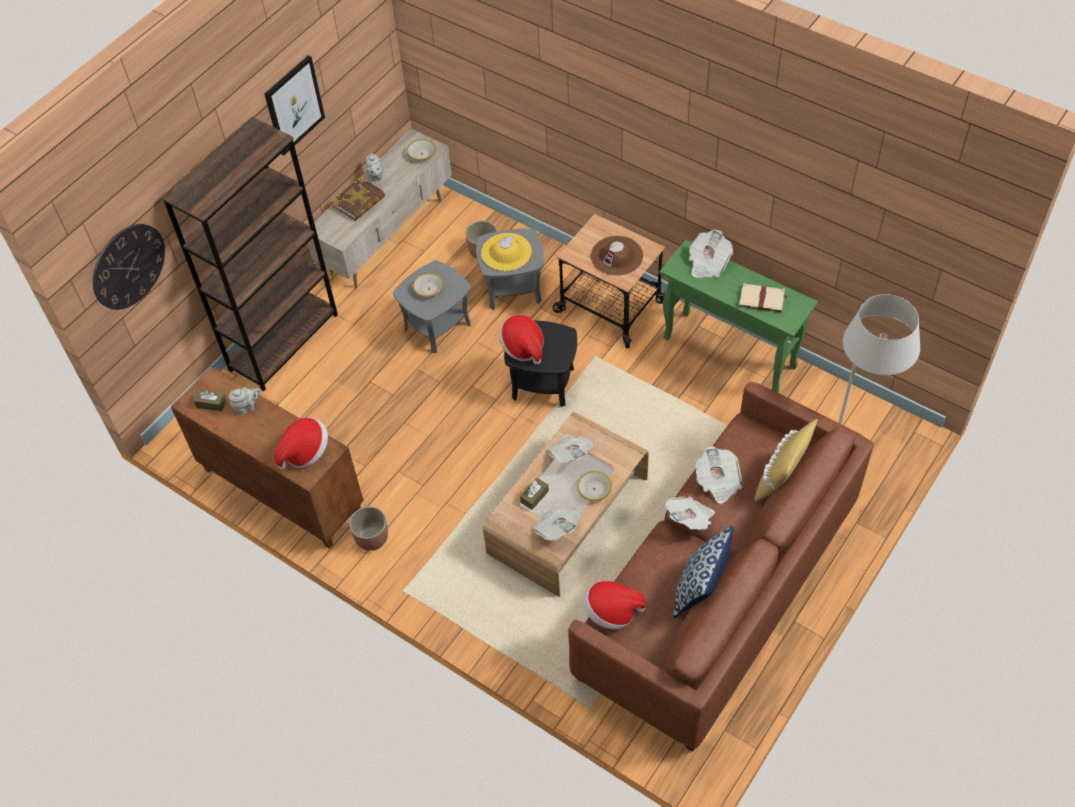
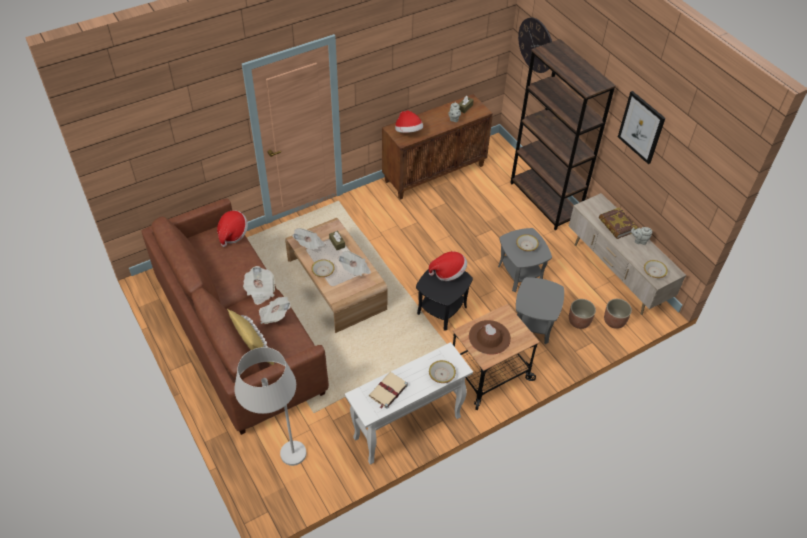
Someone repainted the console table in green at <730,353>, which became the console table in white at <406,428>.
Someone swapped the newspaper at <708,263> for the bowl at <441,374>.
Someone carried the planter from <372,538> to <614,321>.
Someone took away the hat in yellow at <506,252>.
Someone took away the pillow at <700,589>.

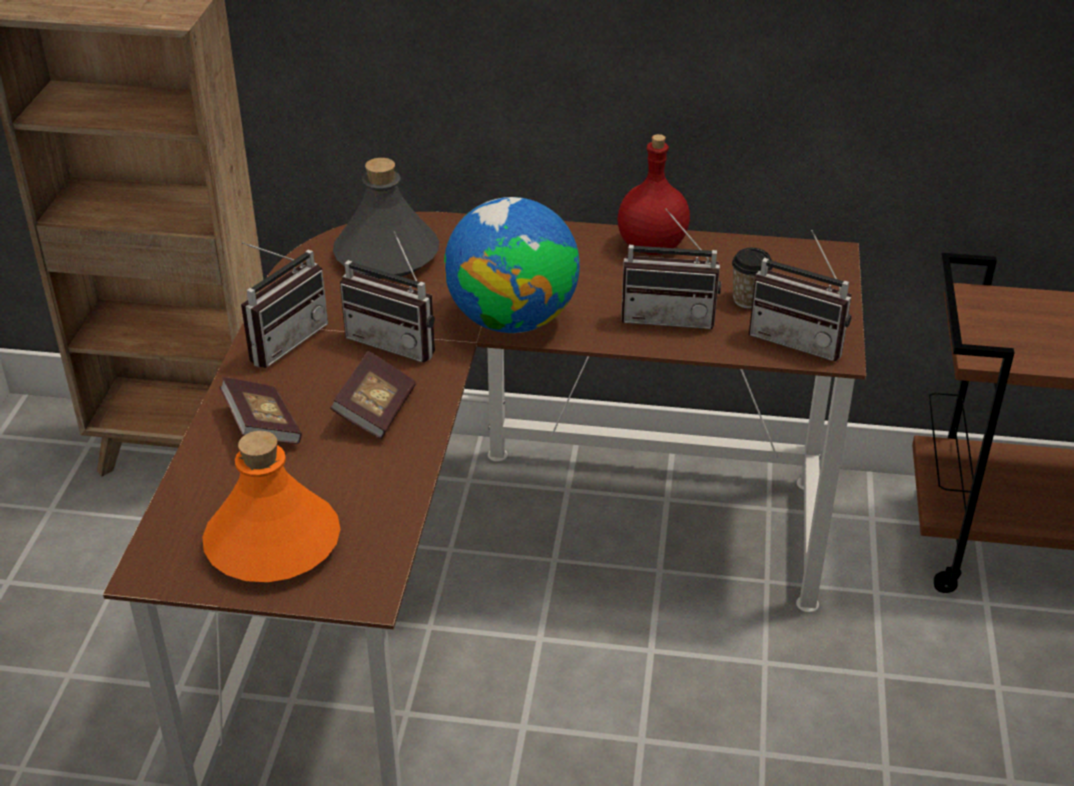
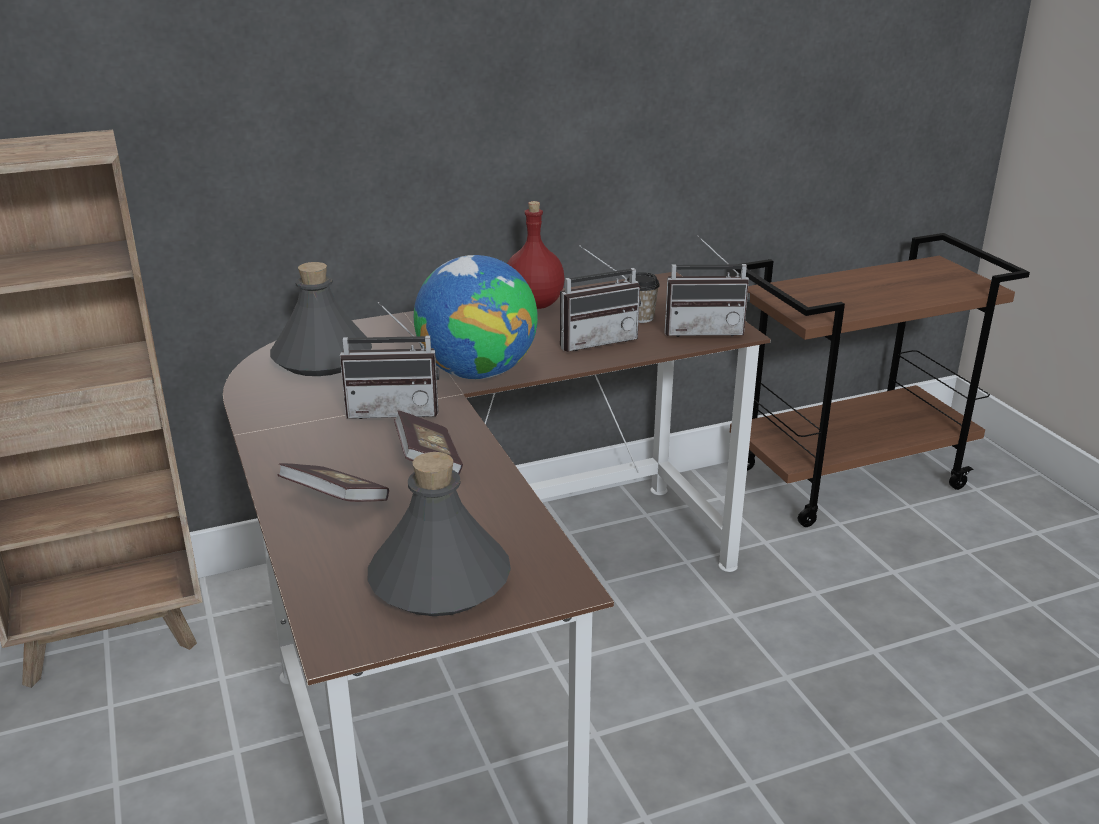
Someone repainted the bottle in orange at <272,544>, which became the bottle in grey at <439,581>.
Someone took away the radio at <282,339>.

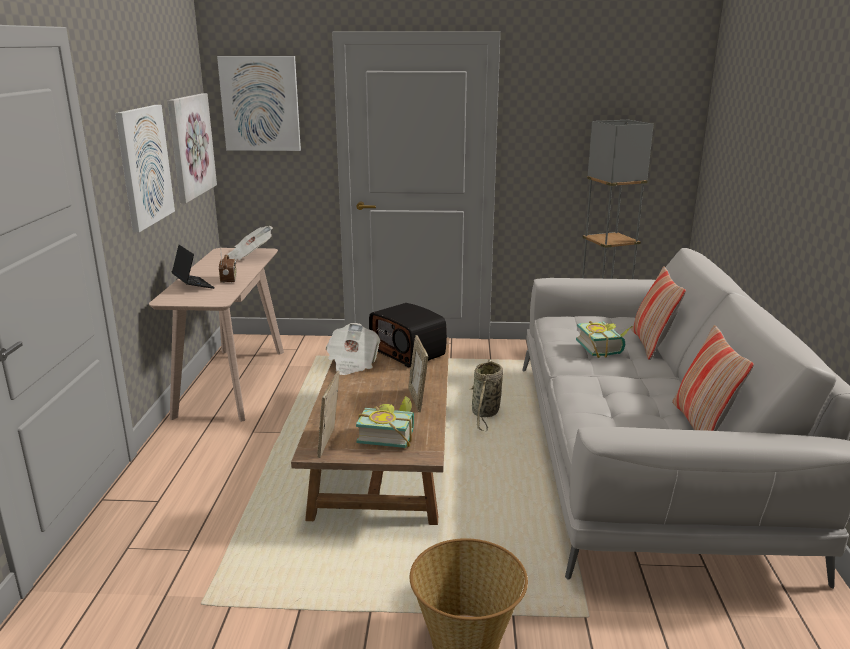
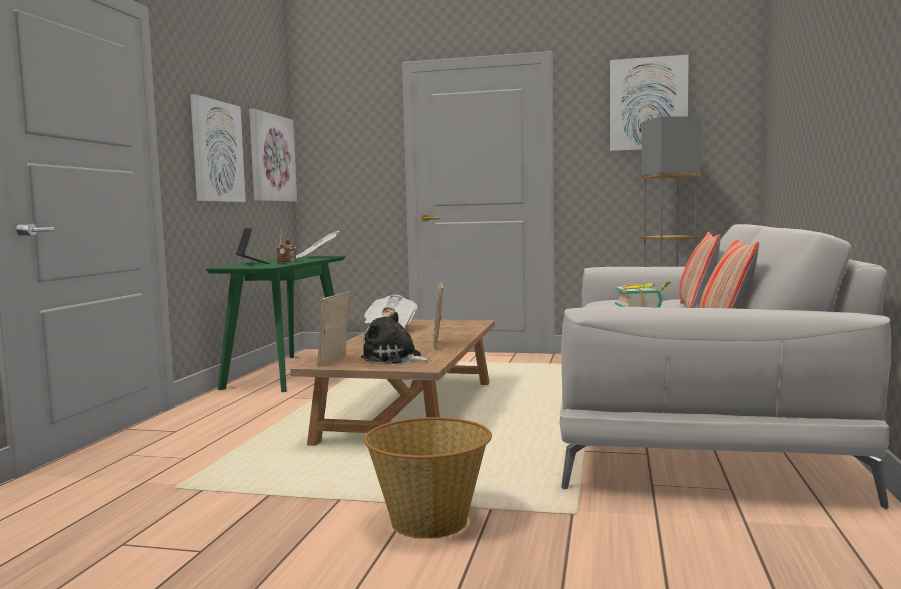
Someone repainted the console table in beige at <231,382>, which became the console table in green at <287,372>.
Someone swapped the book at <387,435> for the plush toy at <394,358>.
Someone carried the picture from <260,104> to <648,104>.
Someone took away the radio at <409,352>.
Someone took away the basket at <485,413>.

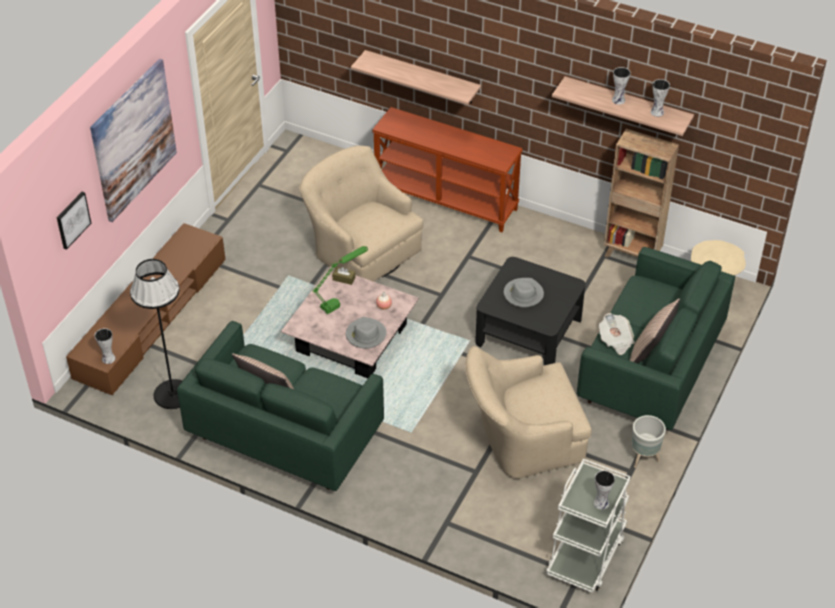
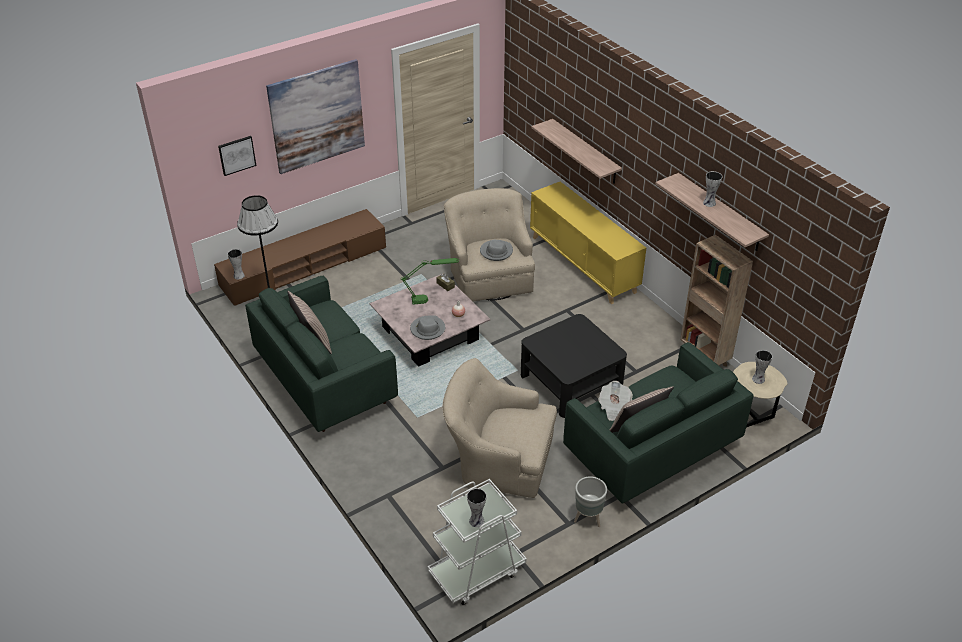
Someone carried the hat in grey from <523,294> to <496,252>.
Someone swapped the console table in brown at <446,199> for the cabinet in yellow at <583,264>.
Someone carried the vase from <657,112> to <758,379>.

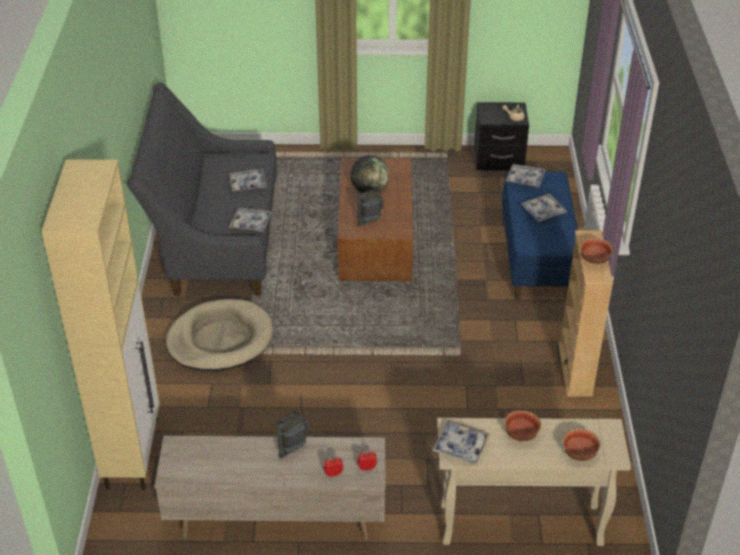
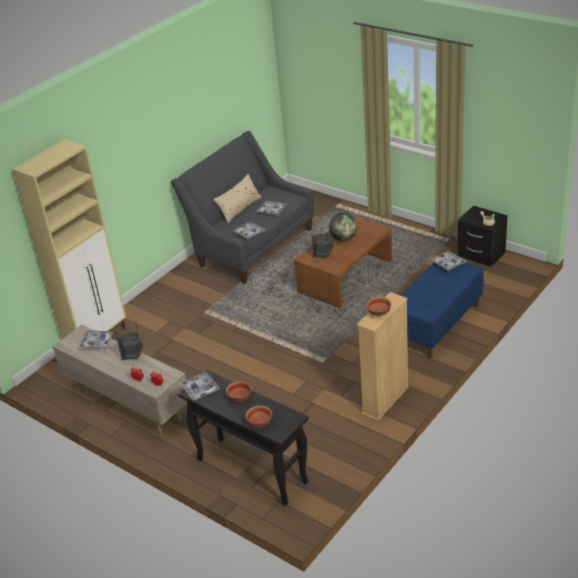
Someone carried the tray from <543,211> to <96,343>.
Someone repainted the console table in beige at <519,525>, which became the console table in black at <250,471>.
Someone put down the pillow in beige at <239,208>.
Someone took away the dog bed in beige at <220,339>.

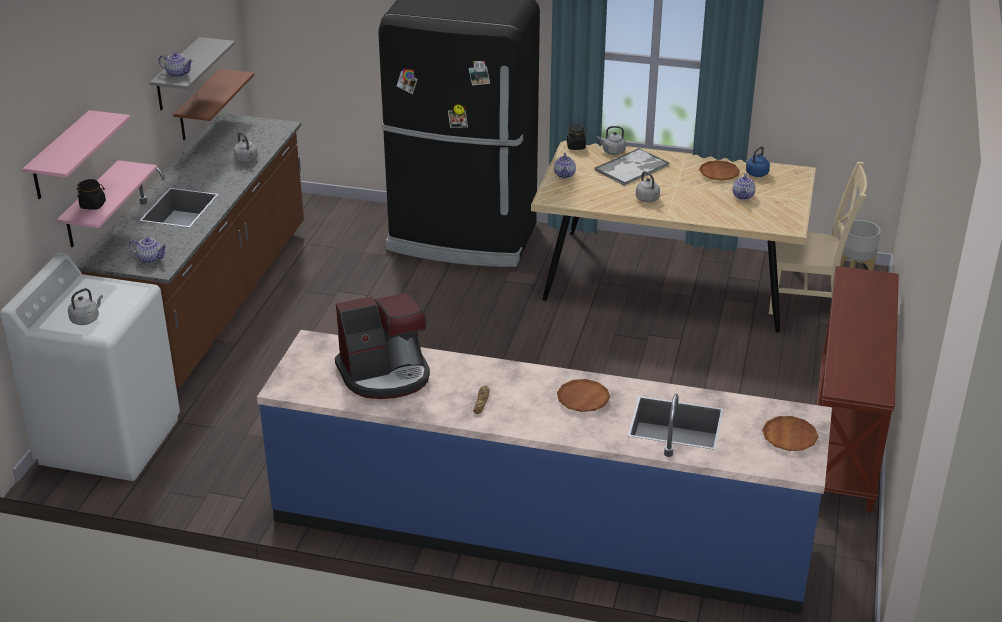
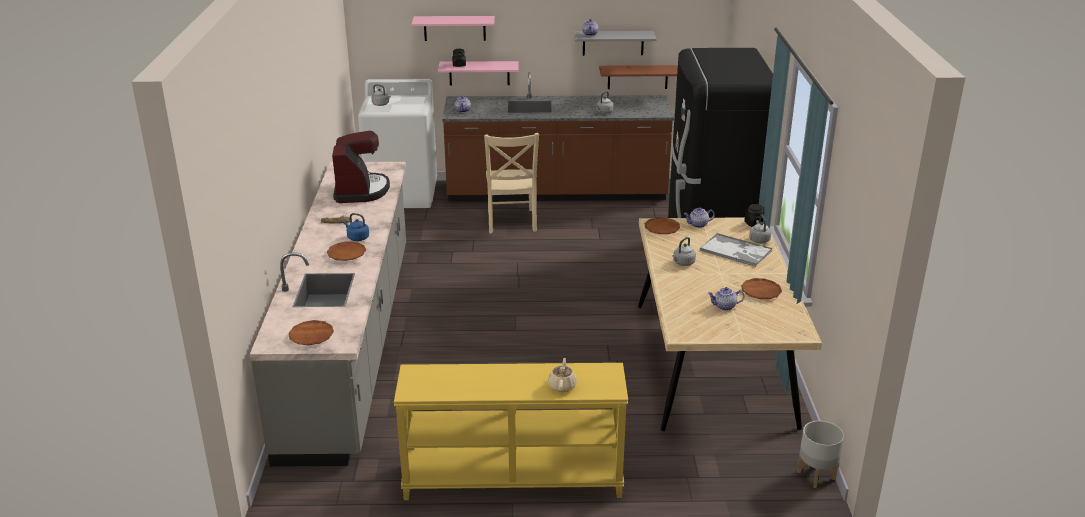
Someone repainted the counter in blue at <540,527>, which became the counter in grey at <351,342>.
Someone rotated the coffee machine at <385,375> by 150 degrees counterclockwise.
Someone carried the kettle in blue from <756,174> to <357,238>.
Someone repainted the console table in brown at <846,434>, which became the console table in yellow at <512,480>.
Someone carried the chair in beige from <807,301> to <511,222>.
Someone put down the teapot in beige at <562,386>.
Someone put down the plate in brown at <662,228>.

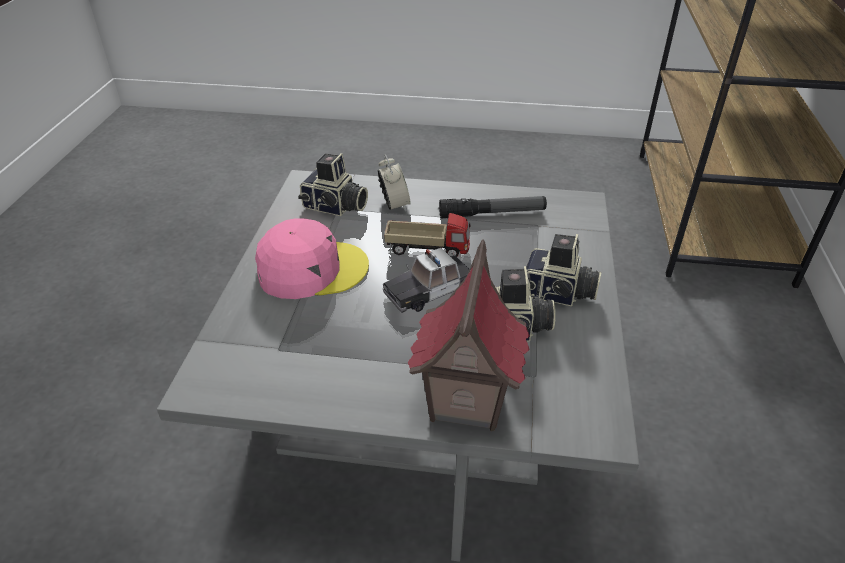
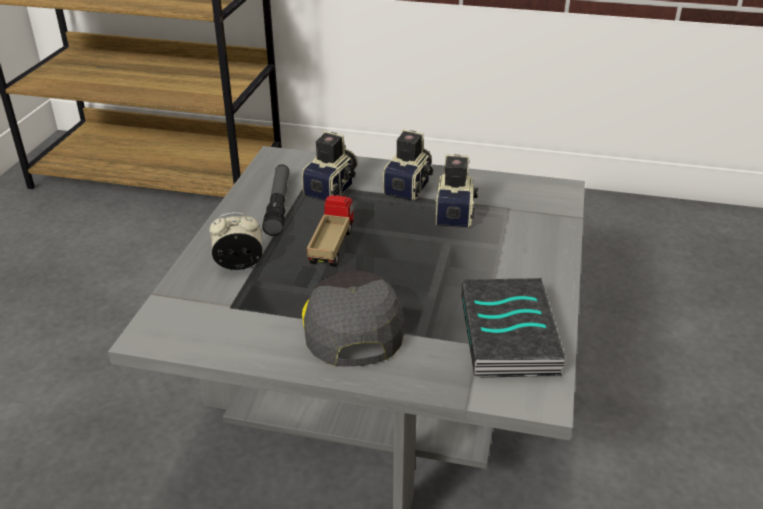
Someone carried the photo camera from <335,207> to <334,188>.
Someone repainted the cap in pink at <311,269>, which became the cap in grey at <351,325>.
Someone put down the book at <511,336>.
Someone took away the toy car at <429,290>.
Someone took away the toy house at <465,401>.

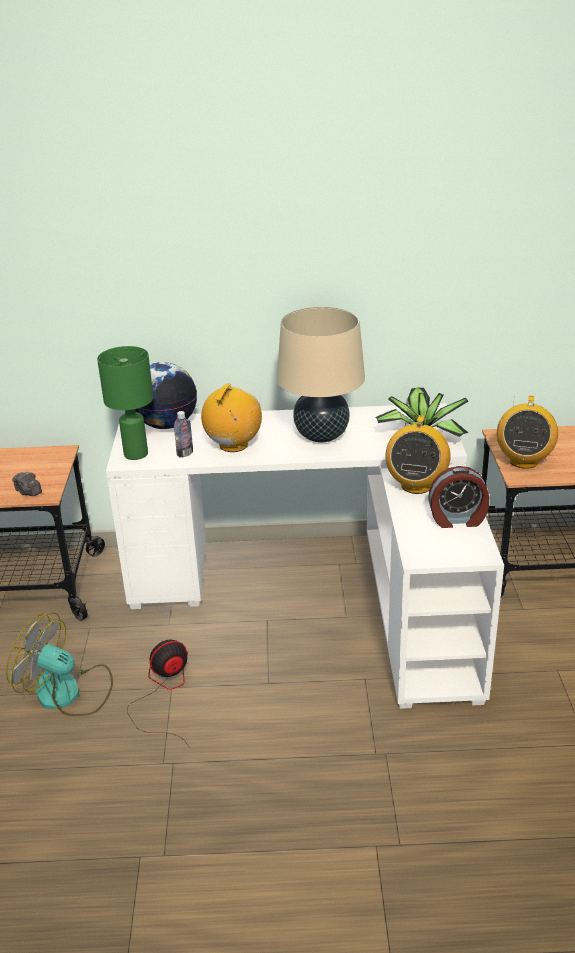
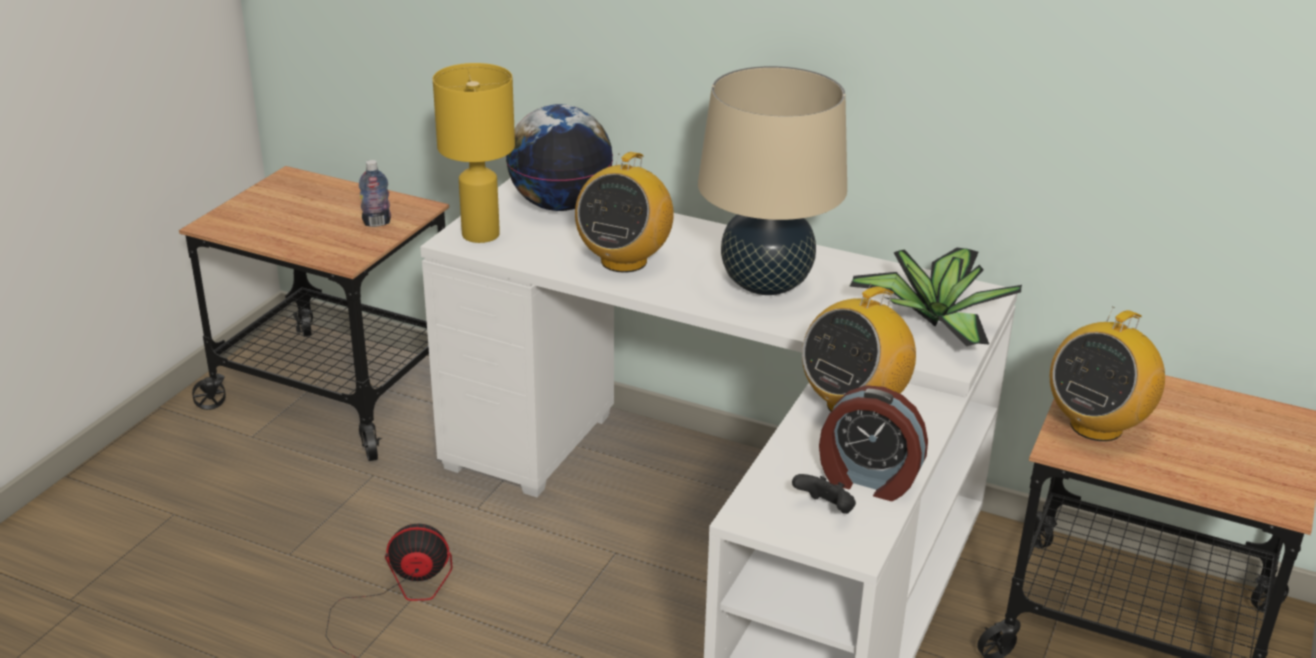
Someone carried the bottle from <185,454> to <377,223>.
Someone repainted the table lamp in green at <136,454>, which became the table lamp in yellow at <481,234>.
Someone rotated the radio at <233,445> by 150 degrees clockwise.
Someone put down the game controller in black at <825,510>.
Someone took away the fan at <68,693>.
Someone took away the photo camera at <28,492>.

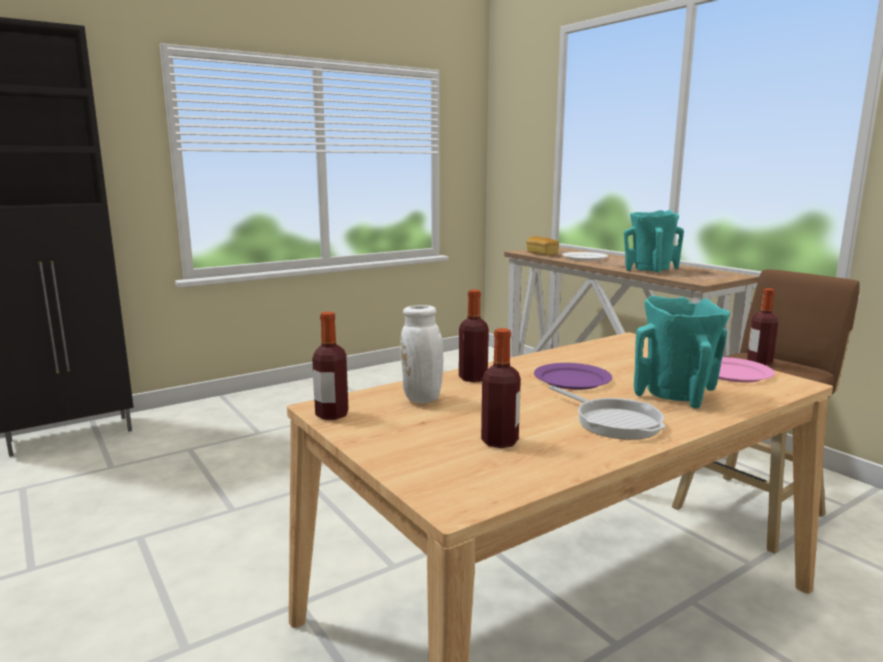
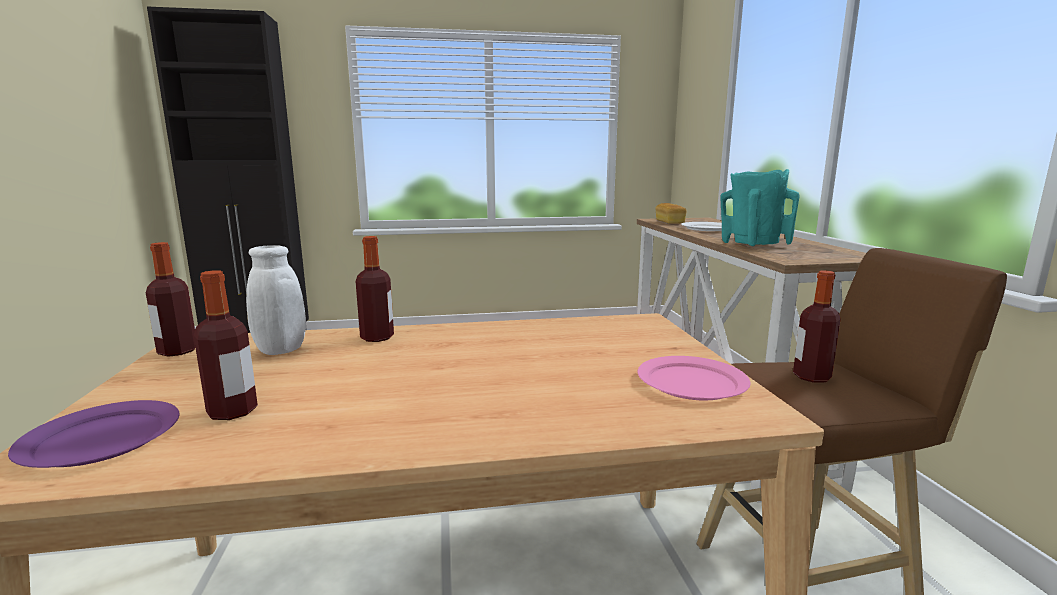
Someone carried the plate in purple from <571,379> to <100,438>.
Someone took away the frying pan at <613,421>.
Someone took away the vase in turquoise at <675,395>.

